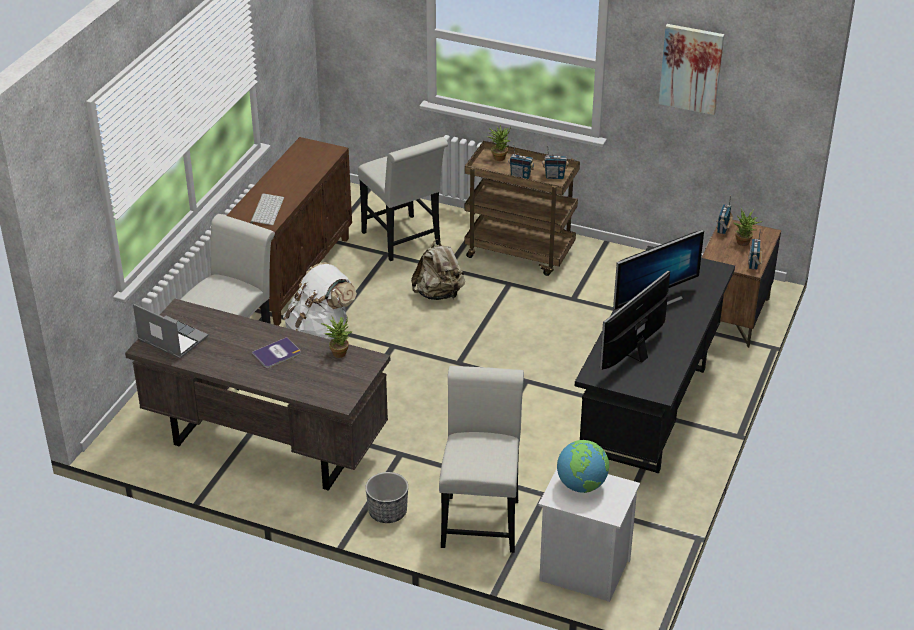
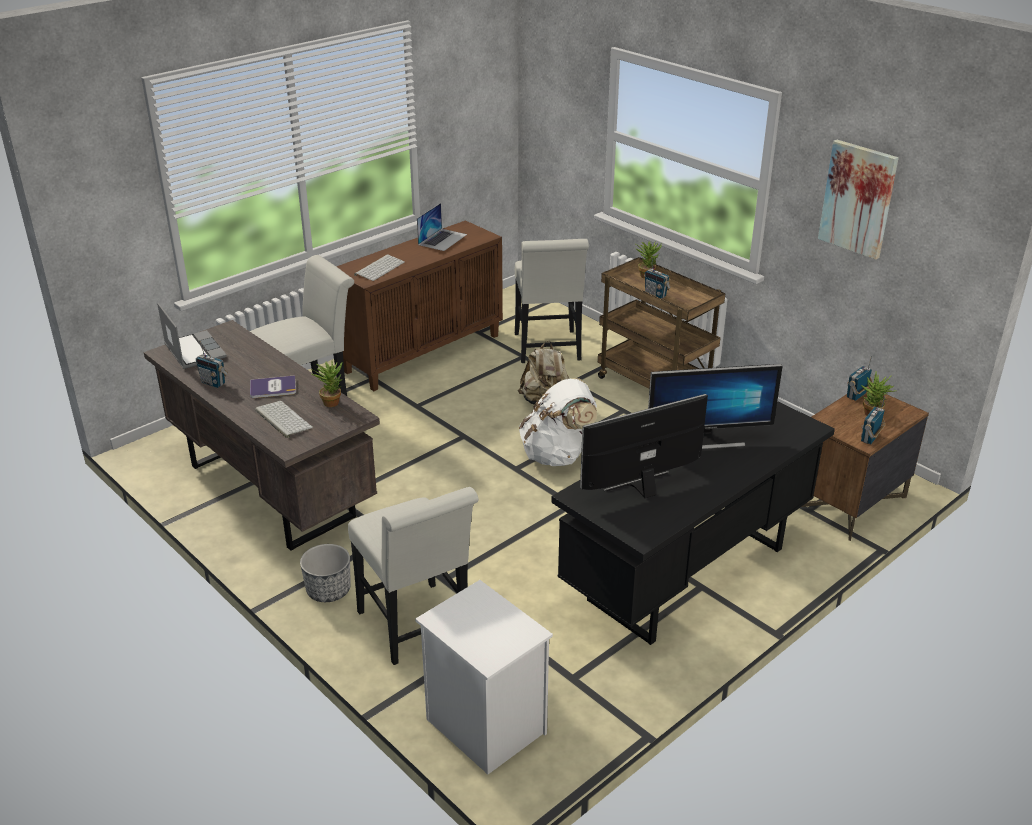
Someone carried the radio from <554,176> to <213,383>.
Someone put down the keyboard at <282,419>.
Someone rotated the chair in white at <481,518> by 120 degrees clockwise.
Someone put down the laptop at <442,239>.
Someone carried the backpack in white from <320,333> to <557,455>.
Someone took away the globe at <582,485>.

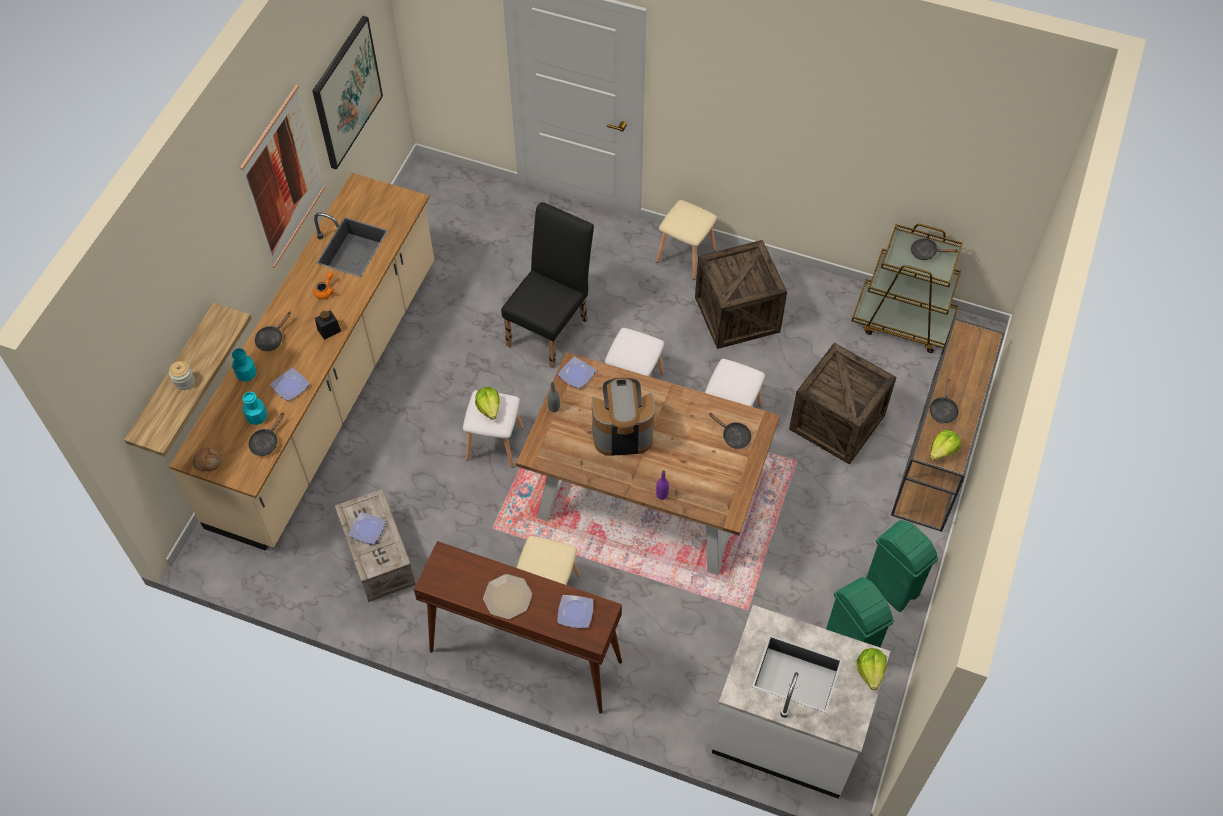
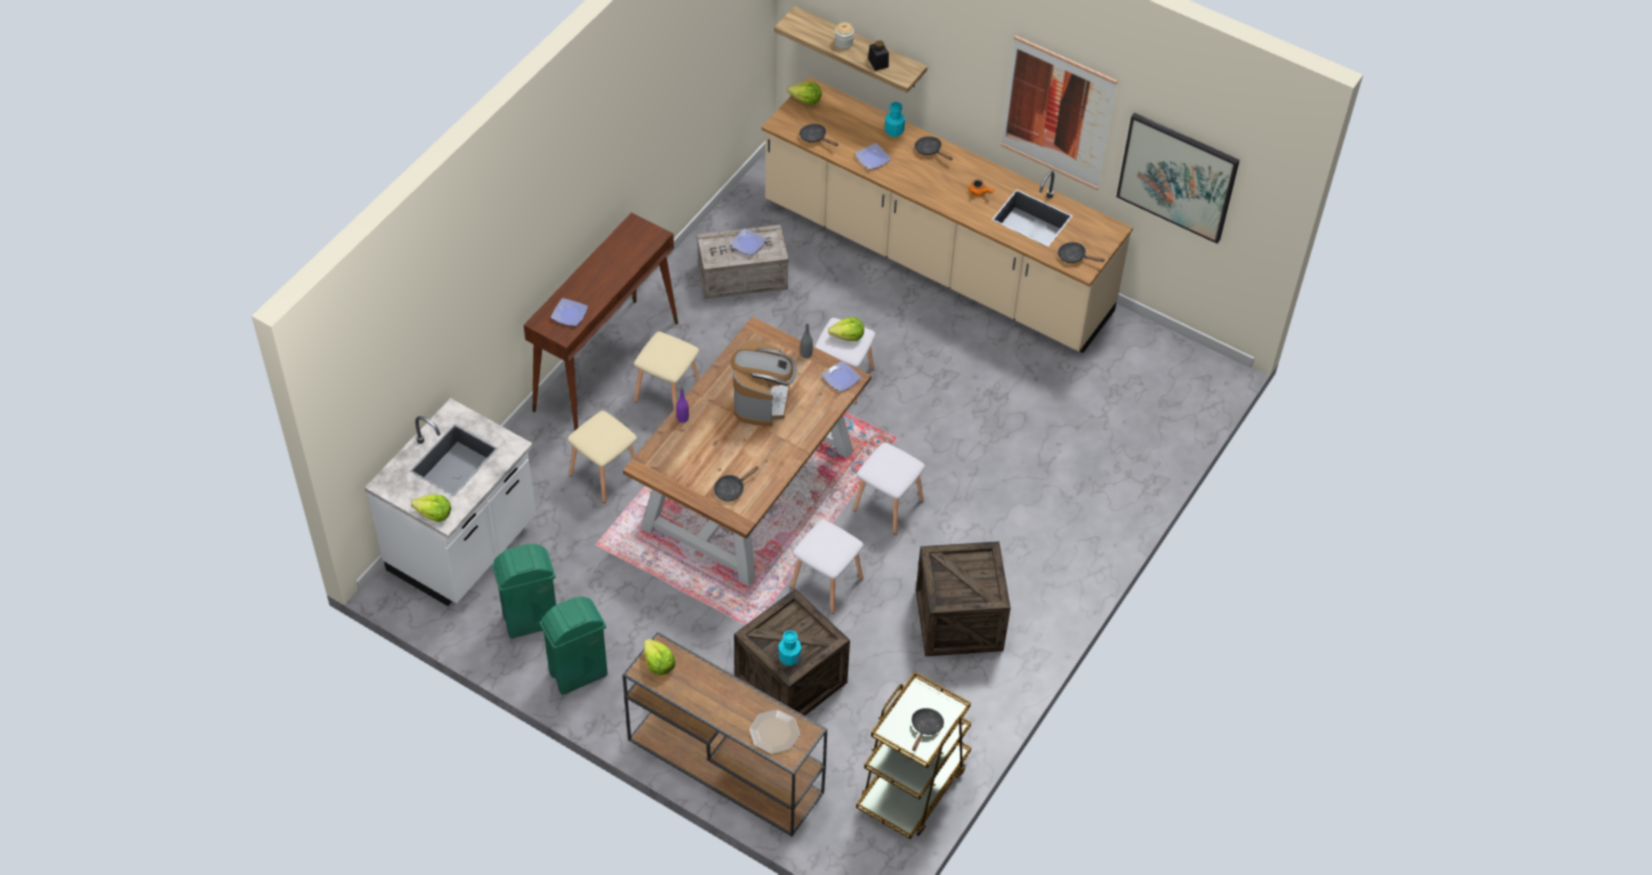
Someone carried the stool in beige from <684,255> to <605,473>.
Someone carried the plate from <507,596> to <774,732>.
Someone carried the bottle in turquoise from <257,417> to <789,657>.
Someone swapped the bread at <208,461> for the lettuce at <806,100>.
Someone carried the jar in black from <329,330> to <878,63>.
Someone carried the frying pan in black from <943,410> to <1074,257>.
Someone took away the chair in black at <551,328>.

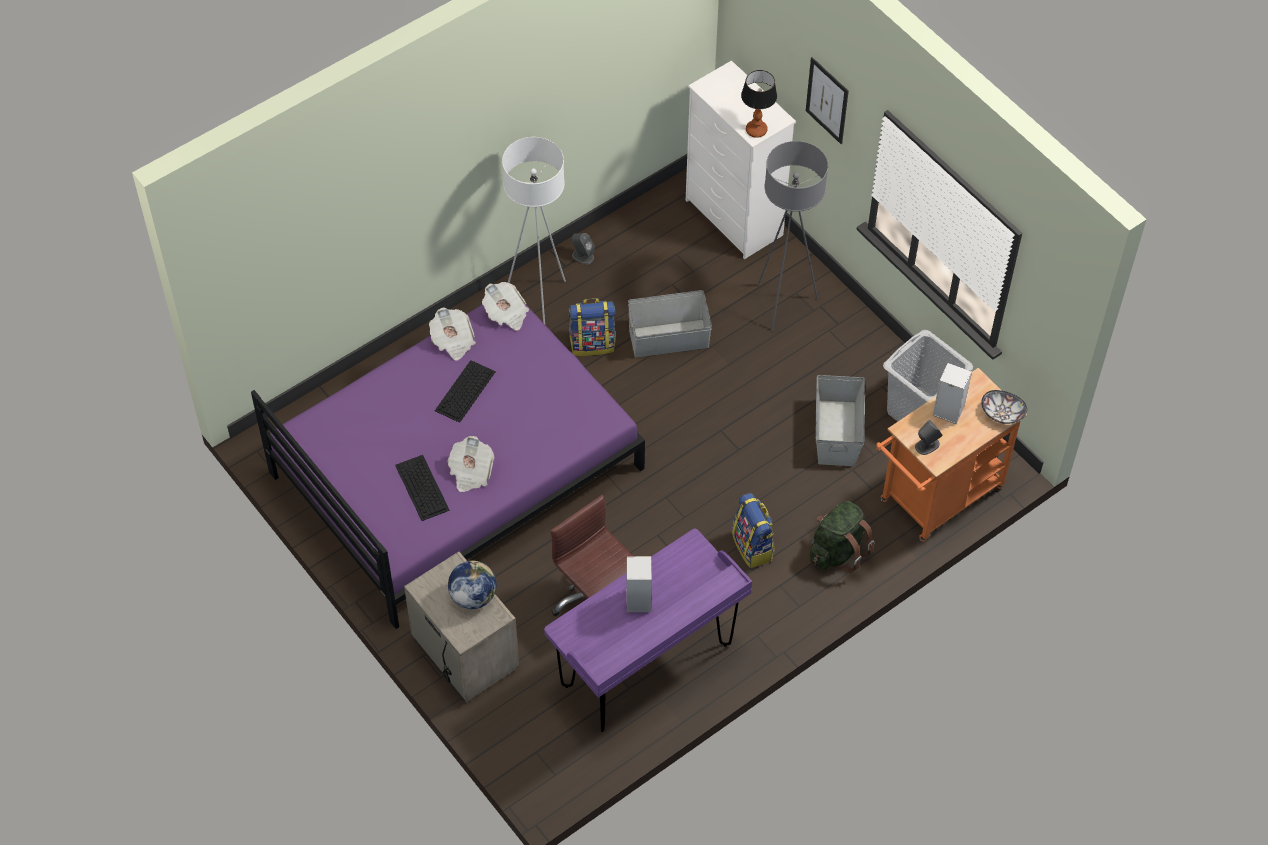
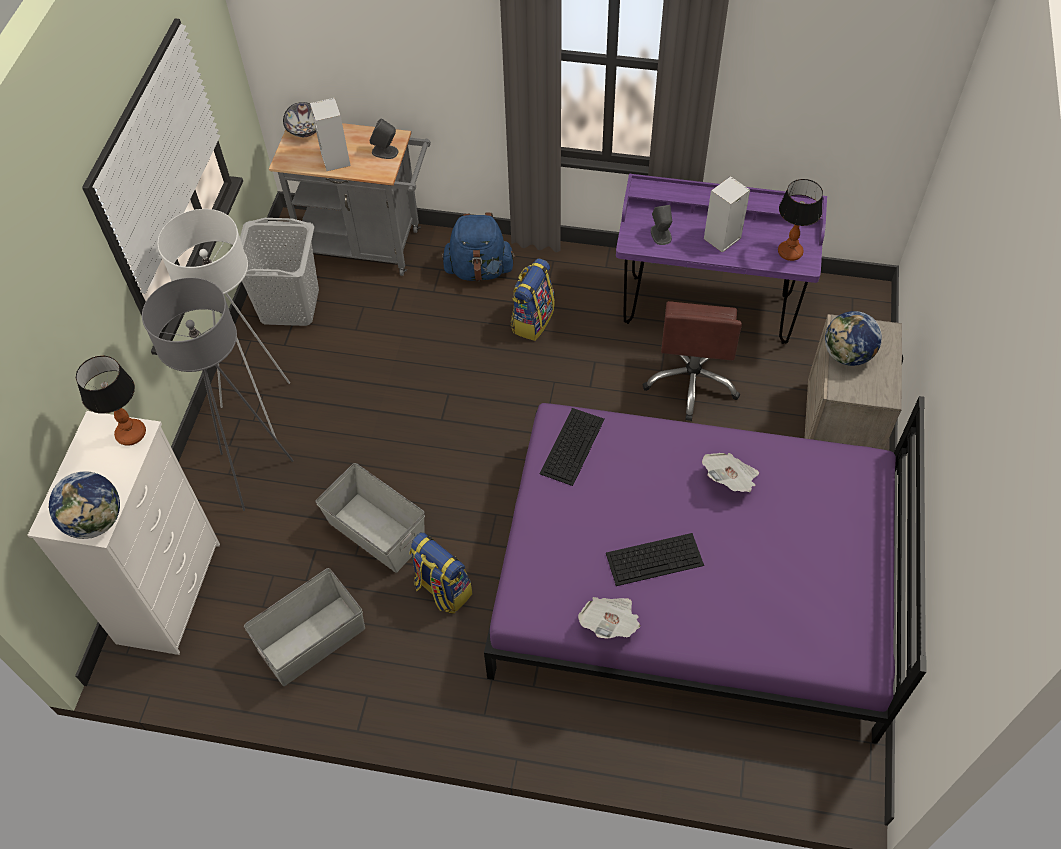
Someone put down the globe at <96,521>.
Someone carried the floor lamp in white from <539,300> to <260,409>.
Someone carried the storage box in grey from <837,432> to <312,640>.
Someone repainted the cart in orange at <935,499>, which became the cart in grey at <369,246>.
Someone repainted the backpack in green at <838,551>, which became the backpack in blue at <479,270>.
Someone carried the keyboard from <422,488> to <572,445>.
Someone carried the speaker in grey from <582,256> to <661,235>.
Someone put down the table lamp at <790,253>.
Someone took away the newspaper at <506,314>.
Someone took away the picture at <827,100>.

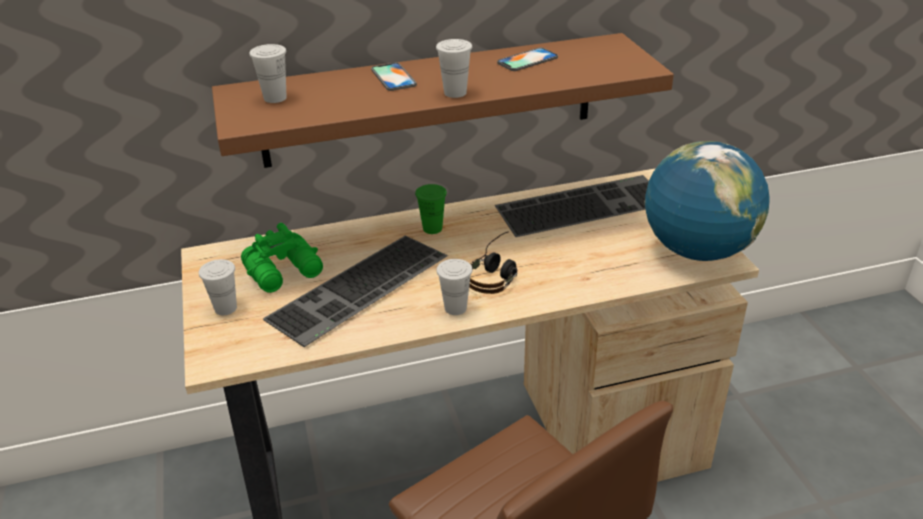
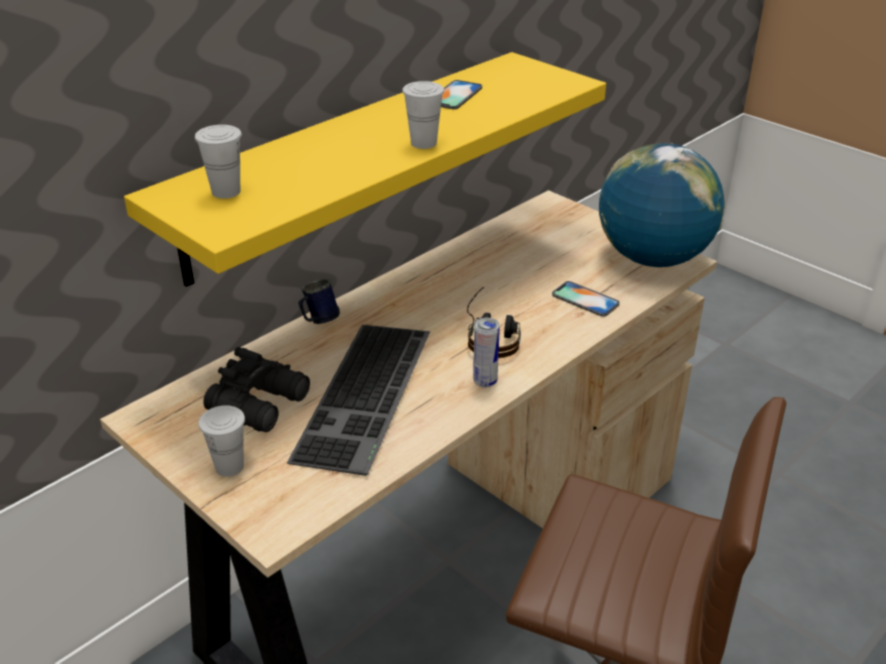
Someone repainted the shelf in brown at <430,100>, which became the shelf in yellow at <349,163>.
Someone repainted the binoculars in green at <285,272>, which became the binoculars in black at <262,404>.
Someone put down the mug in blue at <318,321>.
Someone swapped the cup in white at <455,308> for the can at <485,382>.
Someone carried the phone from <393,77> to <585,299>.
Someone took away the cup in green at <432,228>.
Someone took away the keyboard at <582,204>.

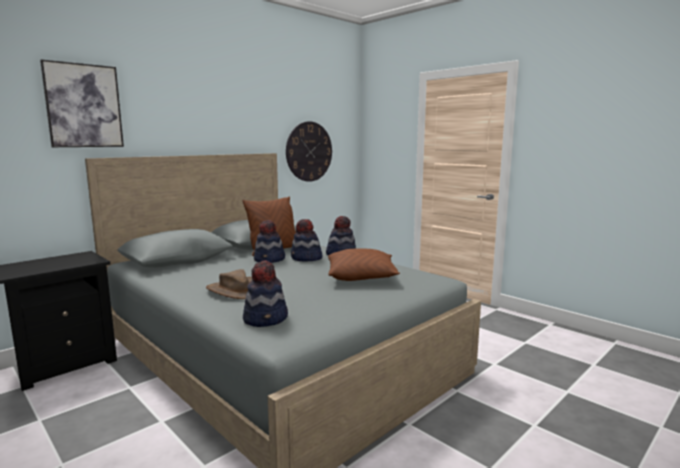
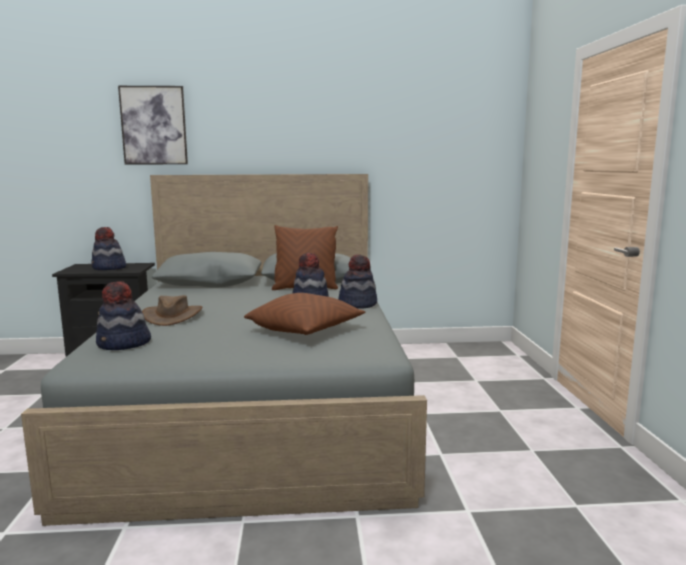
Someone carried the hat from <269,260> to <109,268>.
Someone took away the wall clock at <309,151>.

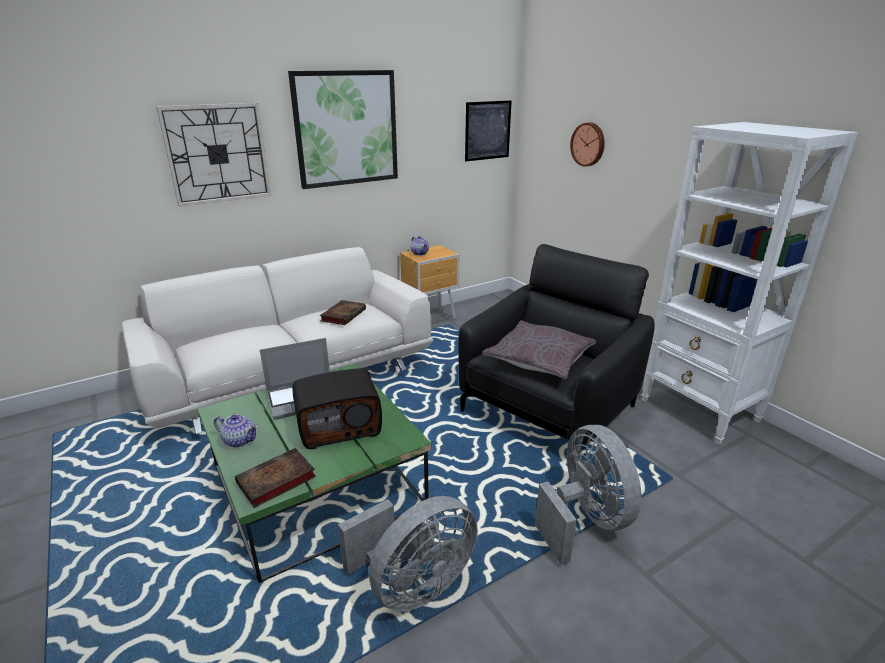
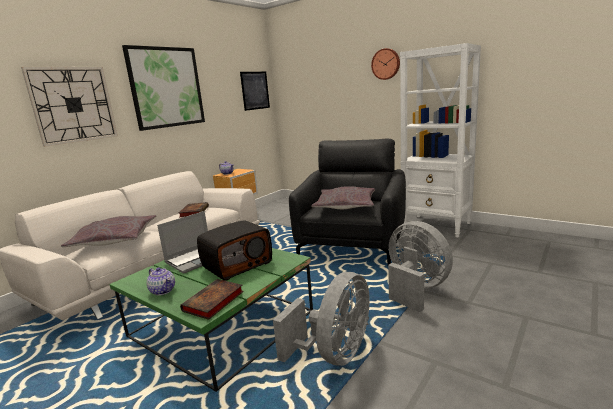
Someone put down the pillow in grey at <115,239>.
Someone rotated the teapot at <239,440> by 45 degrees clockwise.
Someone carried the wall clock from <588,144> to <386,64>.

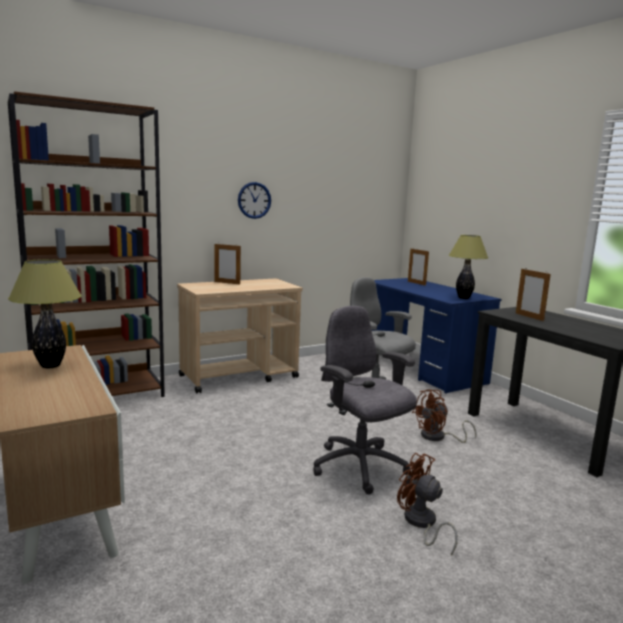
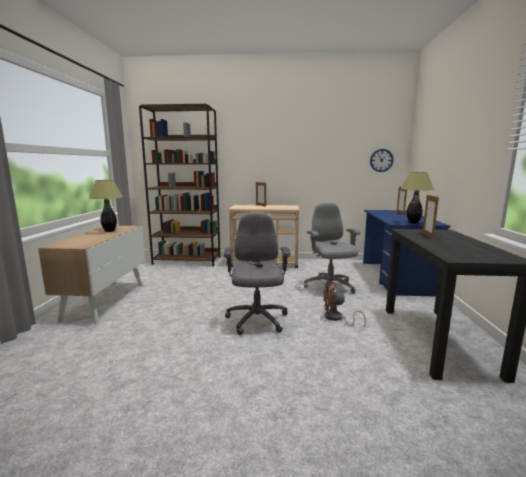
Someone carried the wall clock from <254,200> to <381,160>.
Someone took away the fan in brown at <421,523>.

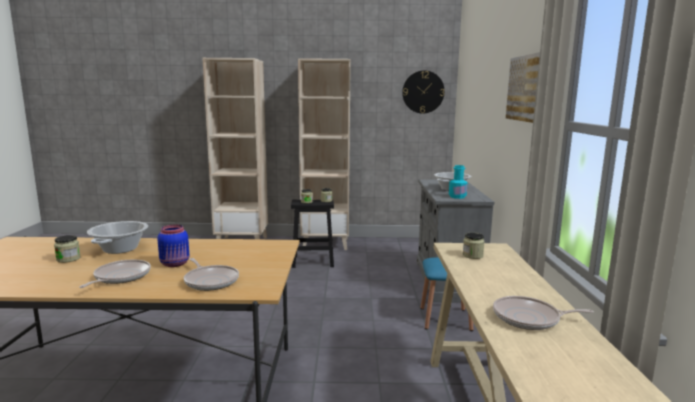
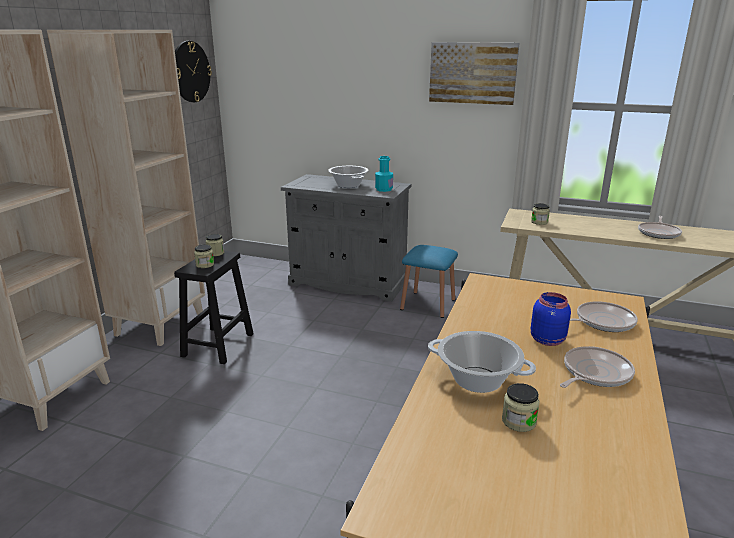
Someone rotated the frying pan at <120,277> by 105 degrees clockwise.

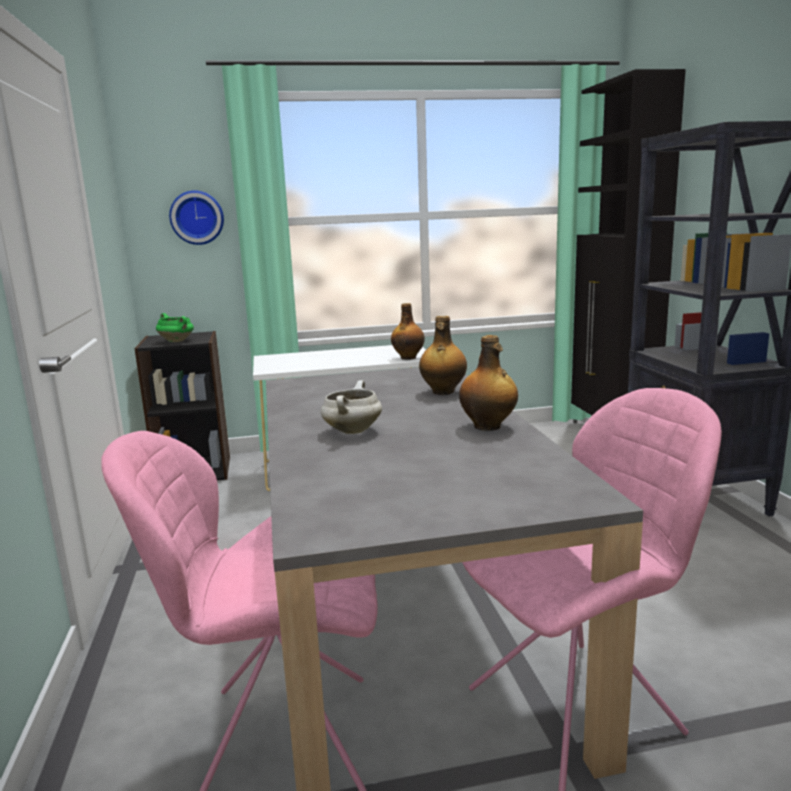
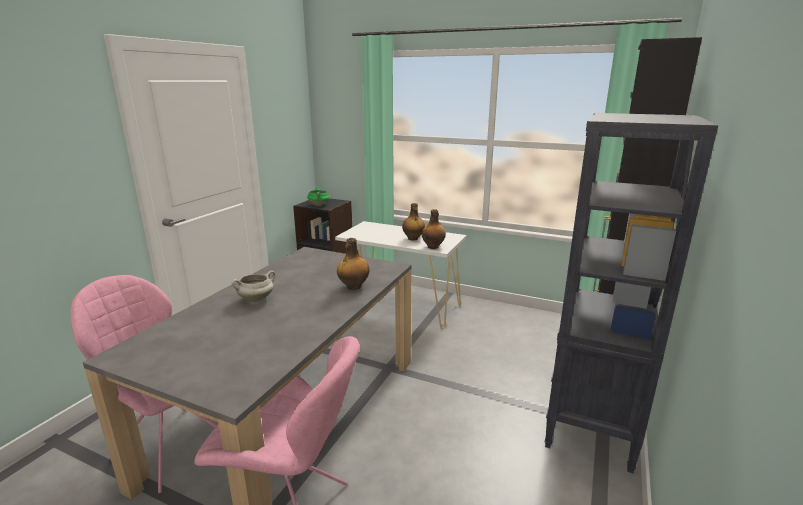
Someone carried the bottle from <488,426> to <413,239>.
Someone took away the wall clock at <197,217>.

